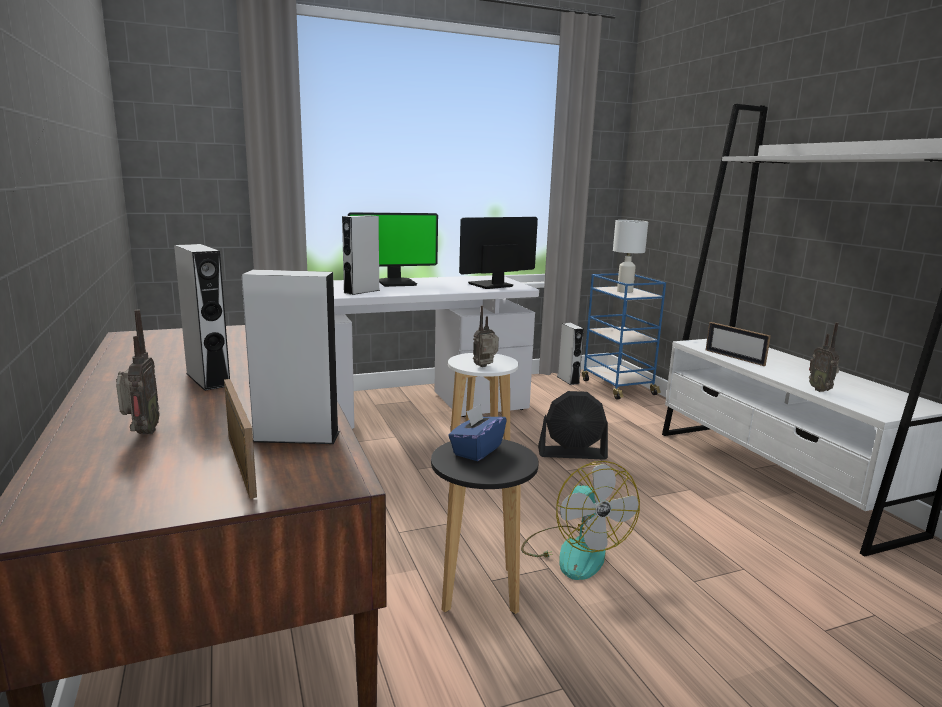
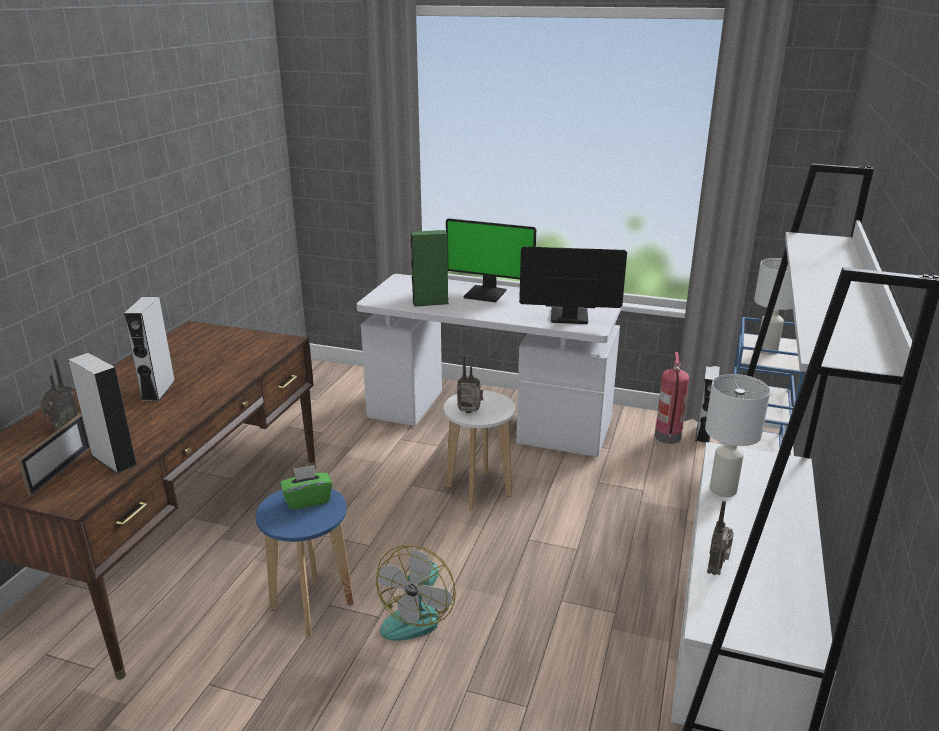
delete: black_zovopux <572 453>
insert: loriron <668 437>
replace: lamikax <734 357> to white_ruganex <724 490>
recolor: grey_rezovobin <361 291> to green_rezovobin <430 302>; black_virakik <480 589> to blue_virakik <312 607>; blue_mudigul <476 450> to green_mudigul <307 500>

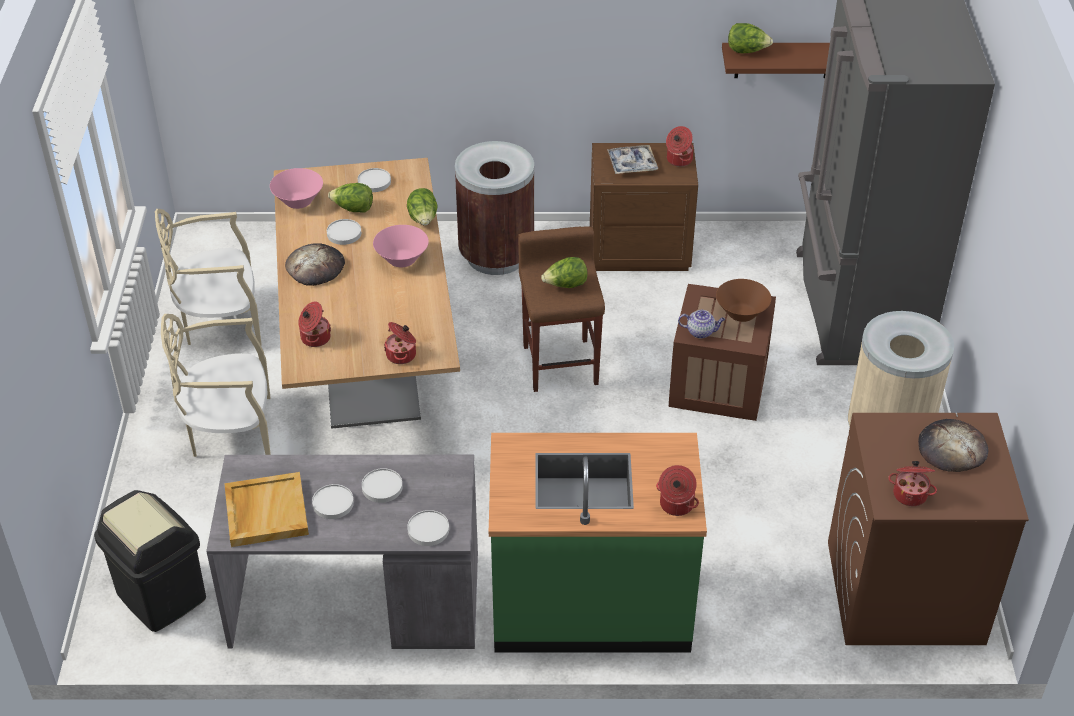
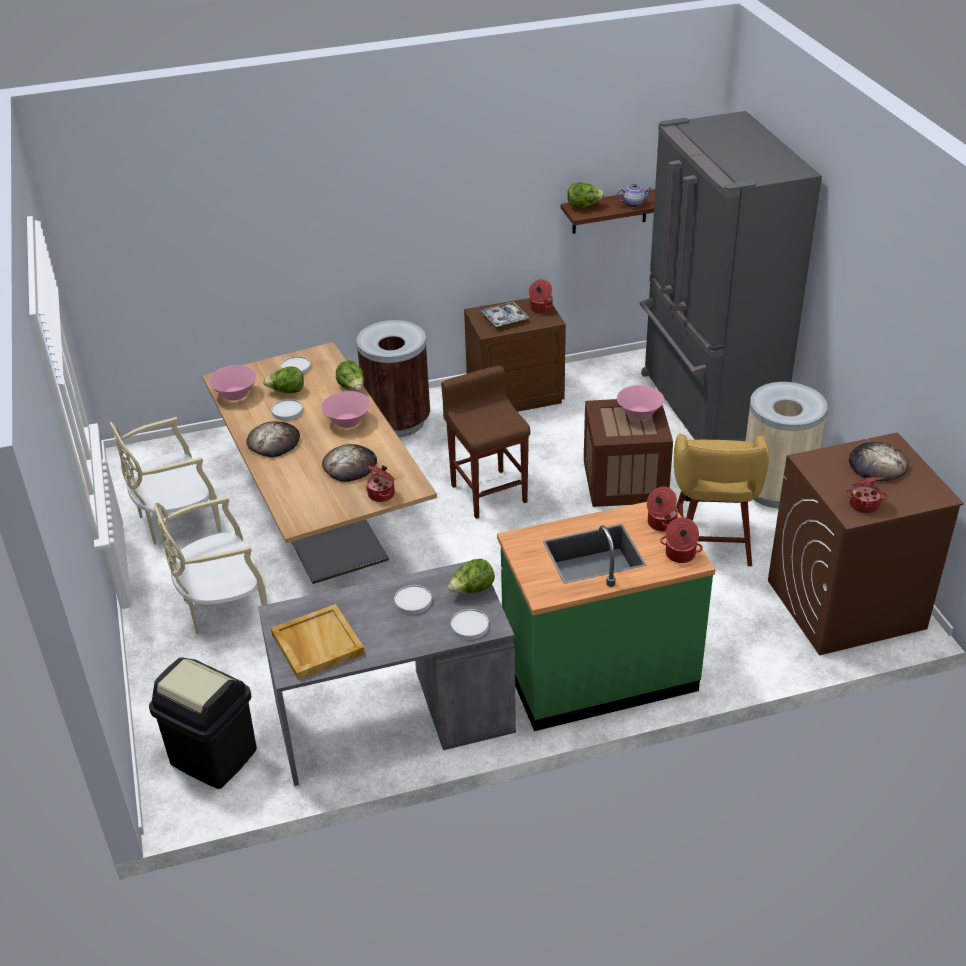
delete: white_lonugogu <333 503>
insert: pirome <350 465>; yellow_virakik <711 542>
move: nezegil <314 338> to <661 523>; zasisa <565 285> to <472 590>; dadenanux <701 332> to <634 204>
recolor: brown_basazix <741 313> to pink_basazix <639 414>

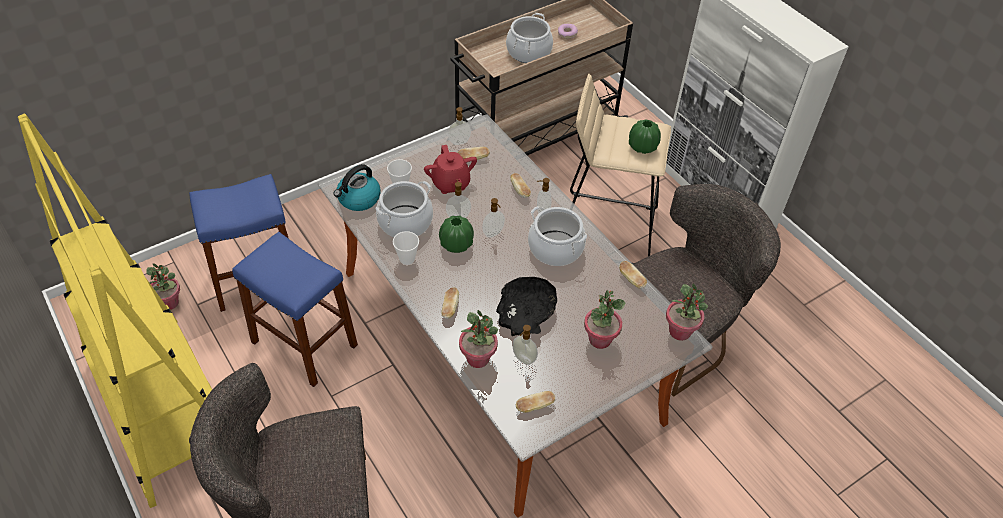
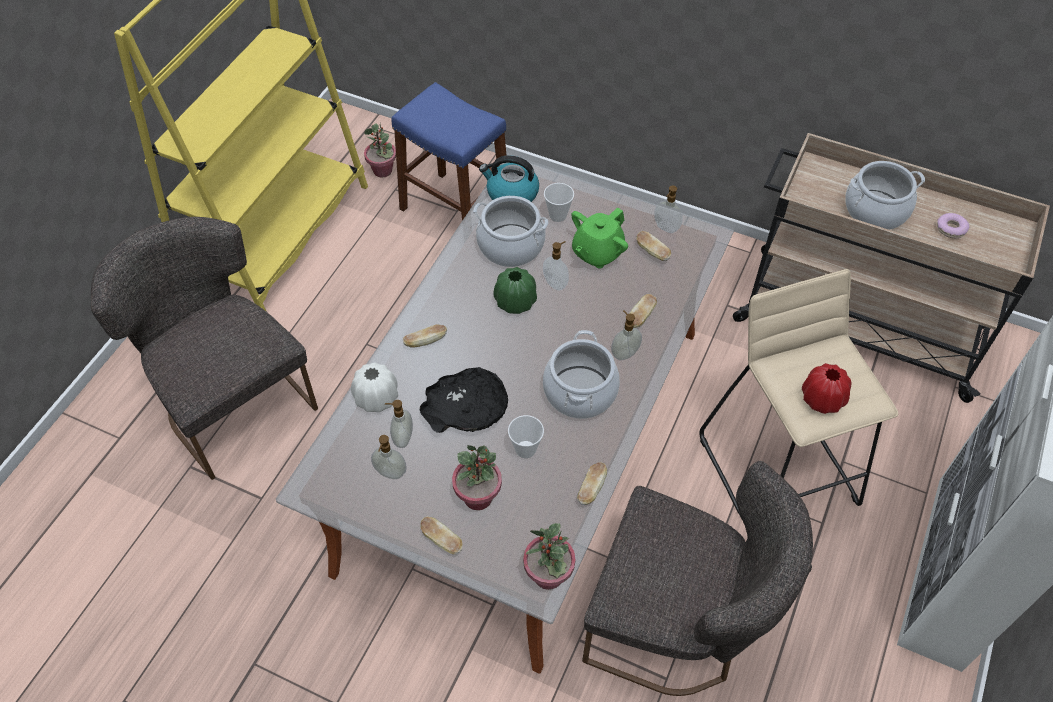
delete: blue_virakik <304 343>
move: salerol <407 259> to <525 449>; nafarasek <493 233> to <390 473>; pirome <535 406> to <442 540>
replace: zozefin <478 358> to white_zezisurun <376 398>
recolor: red_dadenanux <450 184> to green_dadenanux <597 253>; green_zezisurun <642 147> to red_zezisurun <822 399>

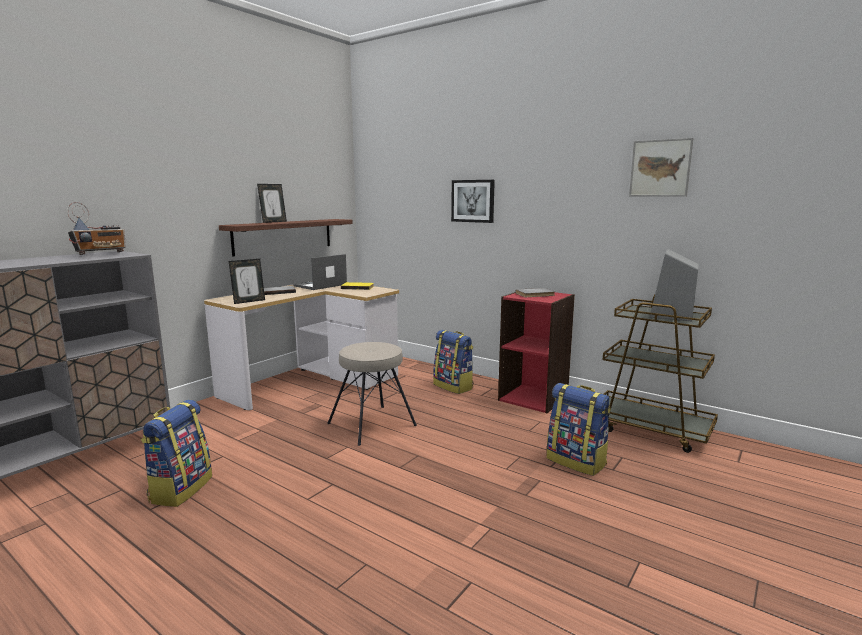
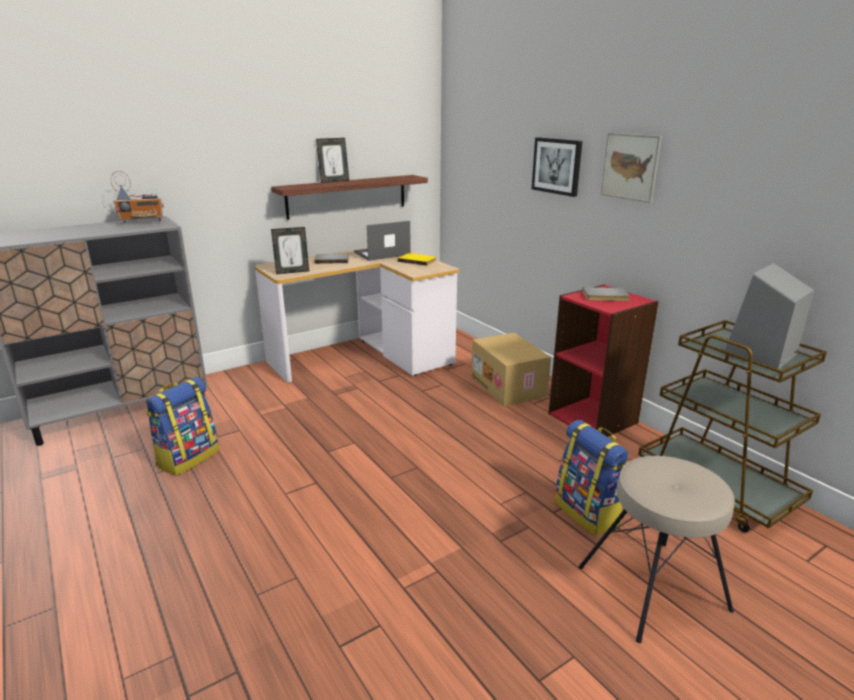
move: beige_virakik <372 424> to <653 589>; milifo <660 168> to <630 167>
replace: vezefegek <454 386> to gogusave <509 387>

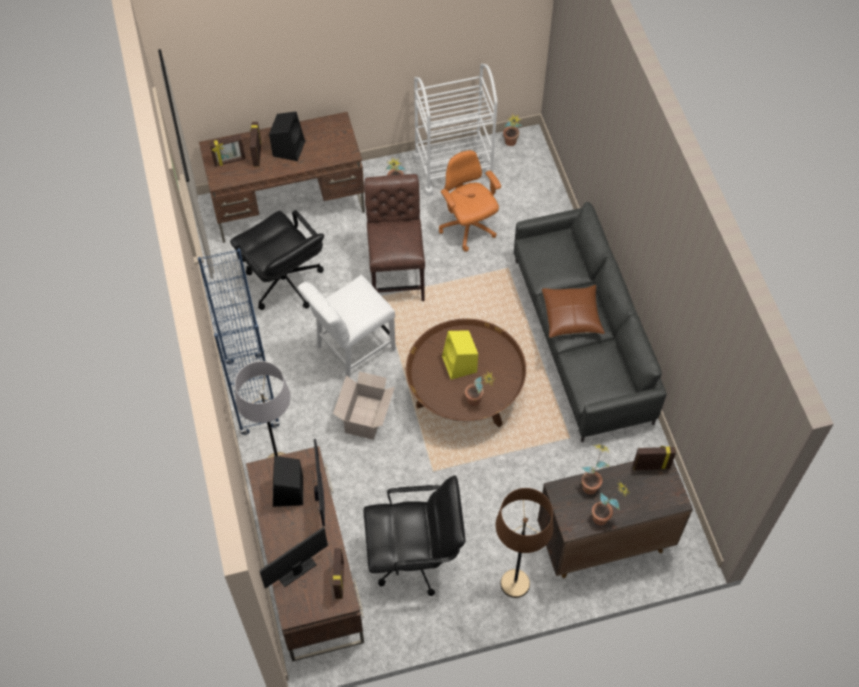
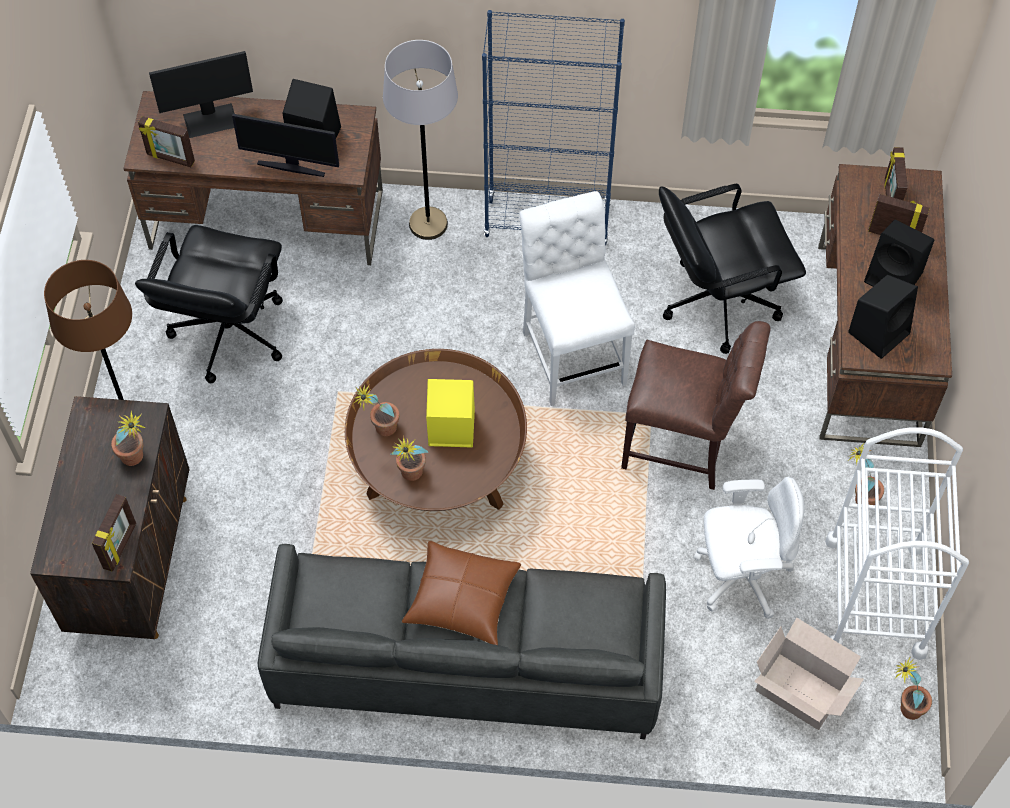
insert: black_rezovobin <879 331>
move: gogusave <366 416> to <800 693>; zozefin <605 517> to <410 477>
recolor: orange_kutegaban <468 228> to white_kutegaban <740 576>
rotate: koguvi <294 568> = <210 120> 90 degrees clockwise

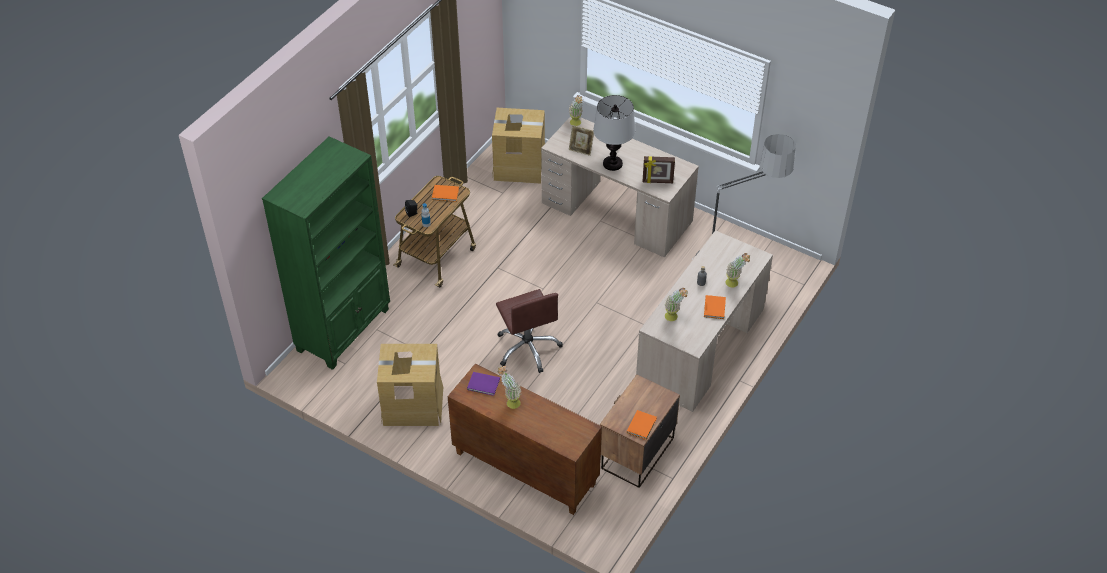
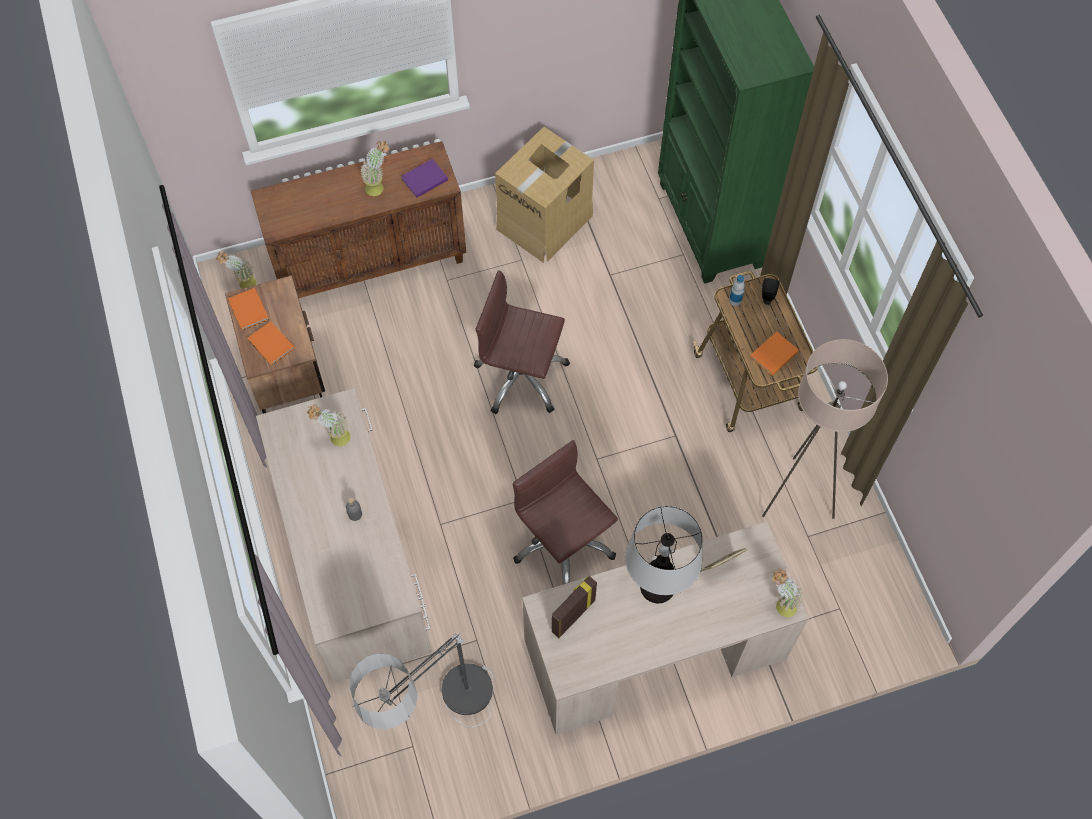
delete: gogusave <519 167>
insert: brown_kutegaban <563 544>; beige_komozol <796 496>
move: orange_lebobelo <715 307> to <271 345>; zozefin <735 283> to <243 285>

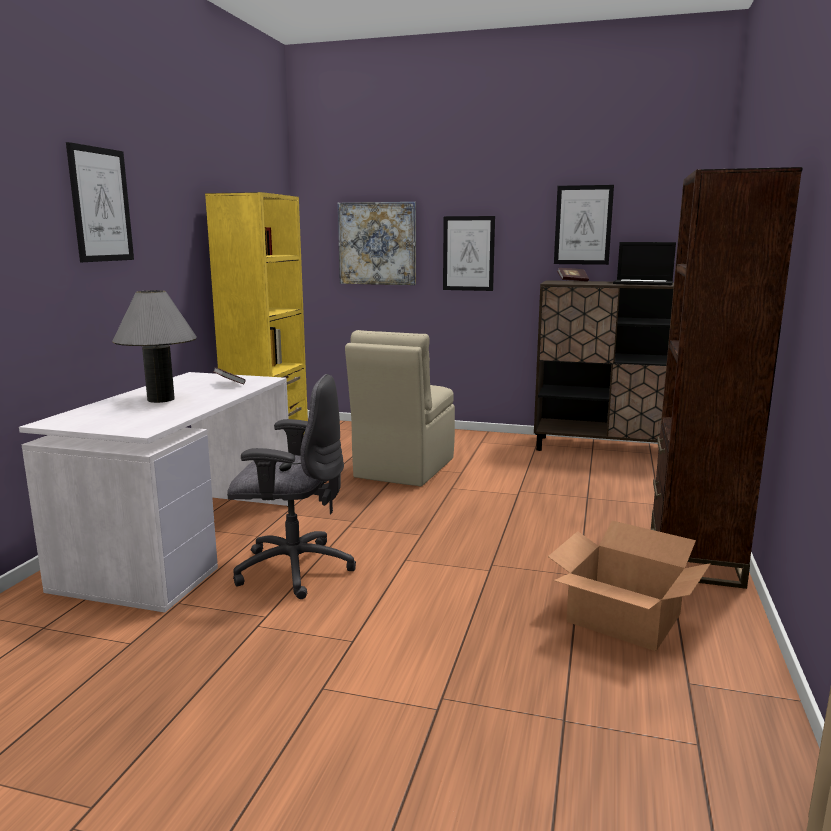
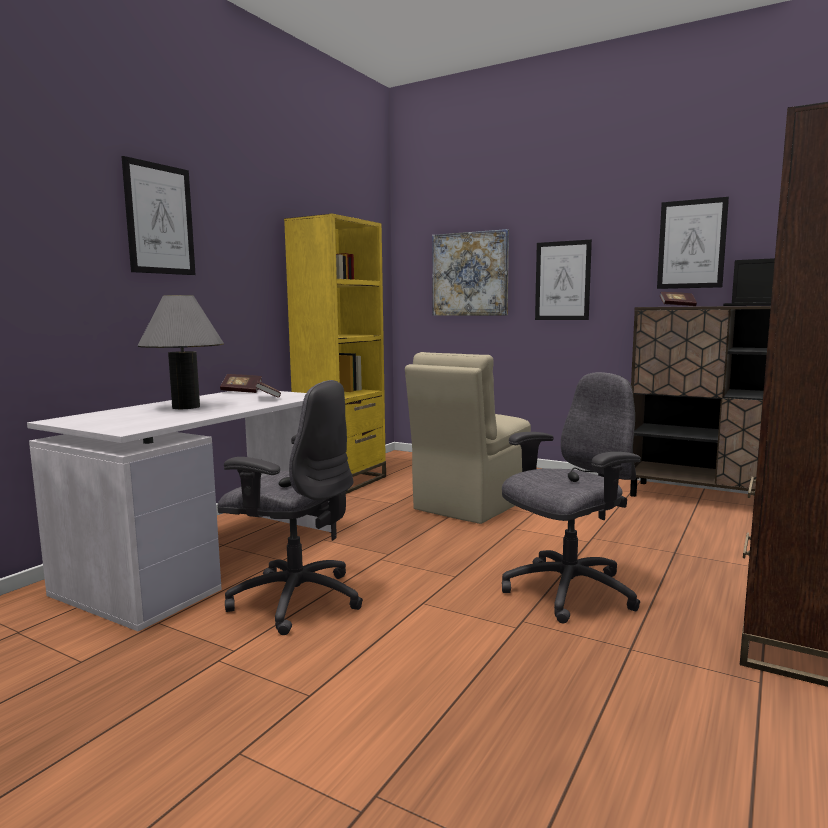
delete: gogusave <623 619>
insert: lebobelo <241 391>; grey_kutegaban <567 592>

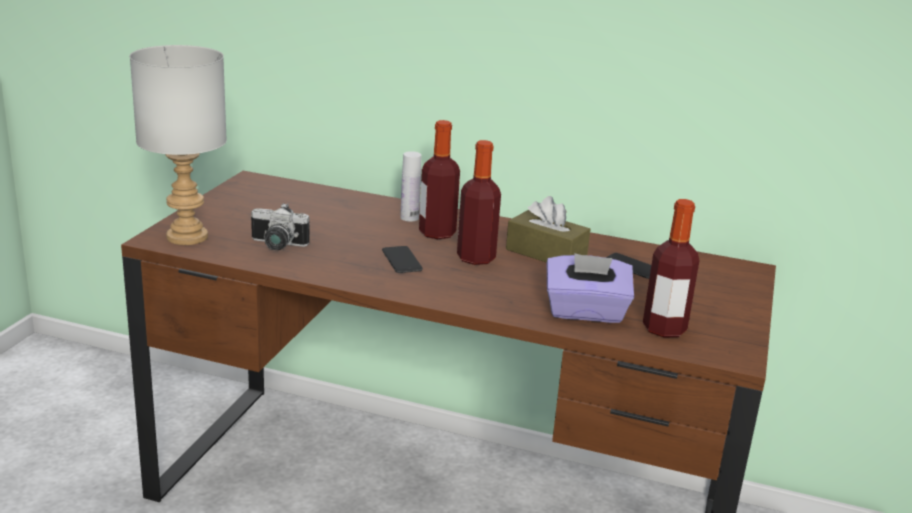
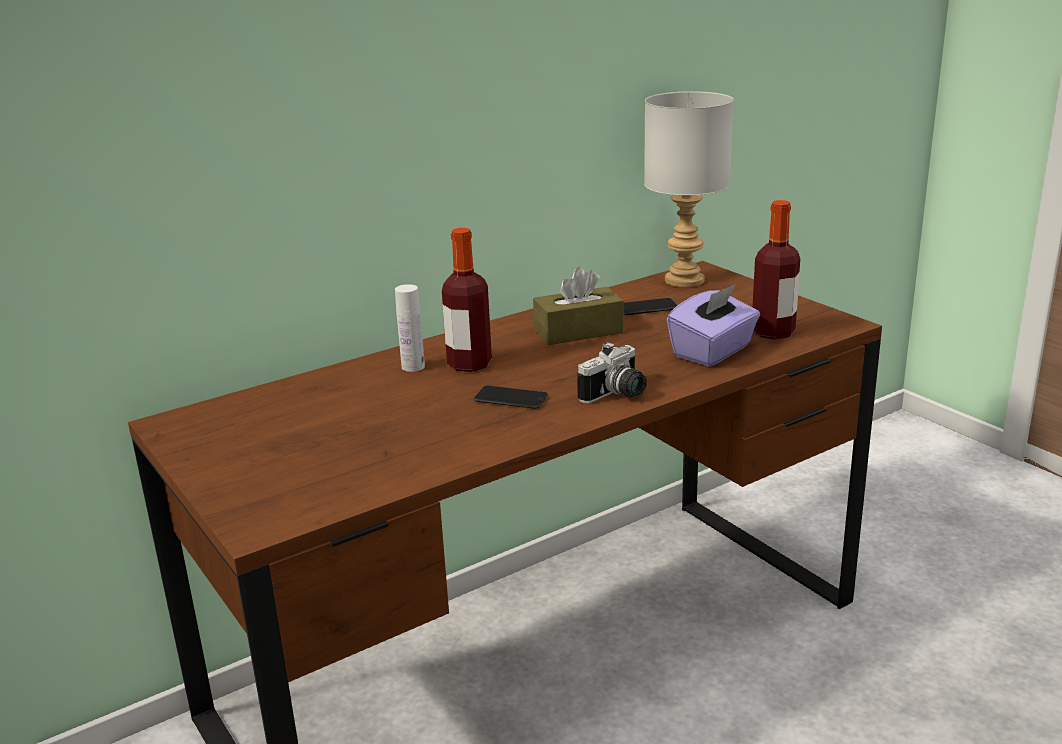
delete: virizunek <476 258>
move: grey_ruganex <189 237> to <685 280>; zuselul <276 245> to <617 395>

